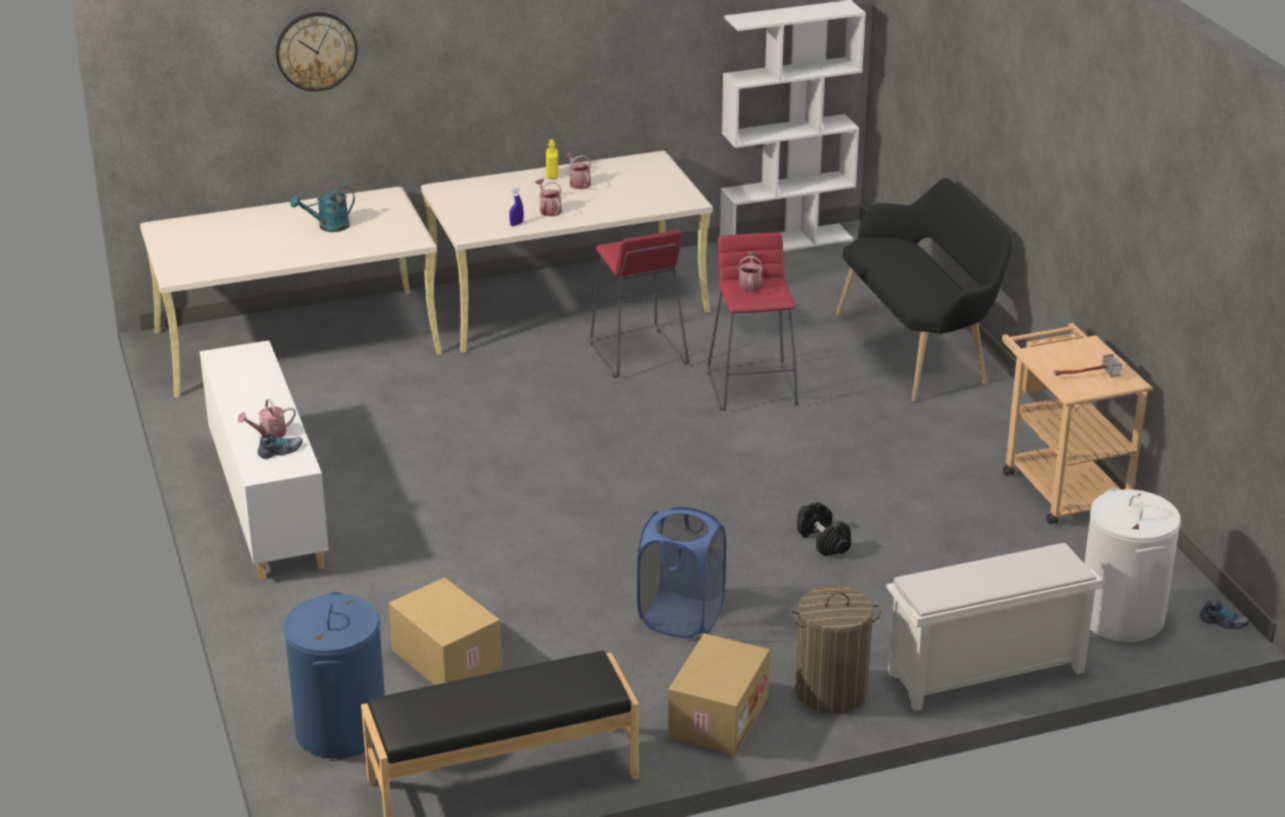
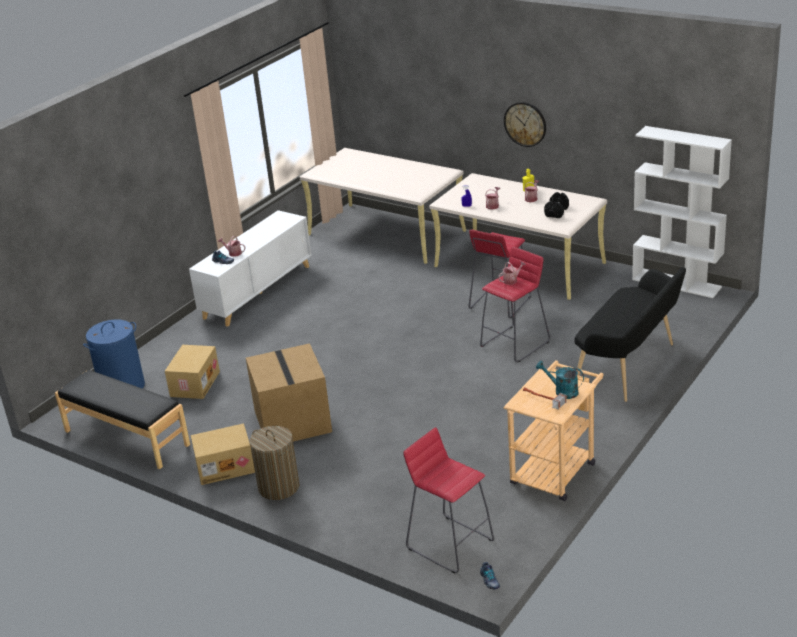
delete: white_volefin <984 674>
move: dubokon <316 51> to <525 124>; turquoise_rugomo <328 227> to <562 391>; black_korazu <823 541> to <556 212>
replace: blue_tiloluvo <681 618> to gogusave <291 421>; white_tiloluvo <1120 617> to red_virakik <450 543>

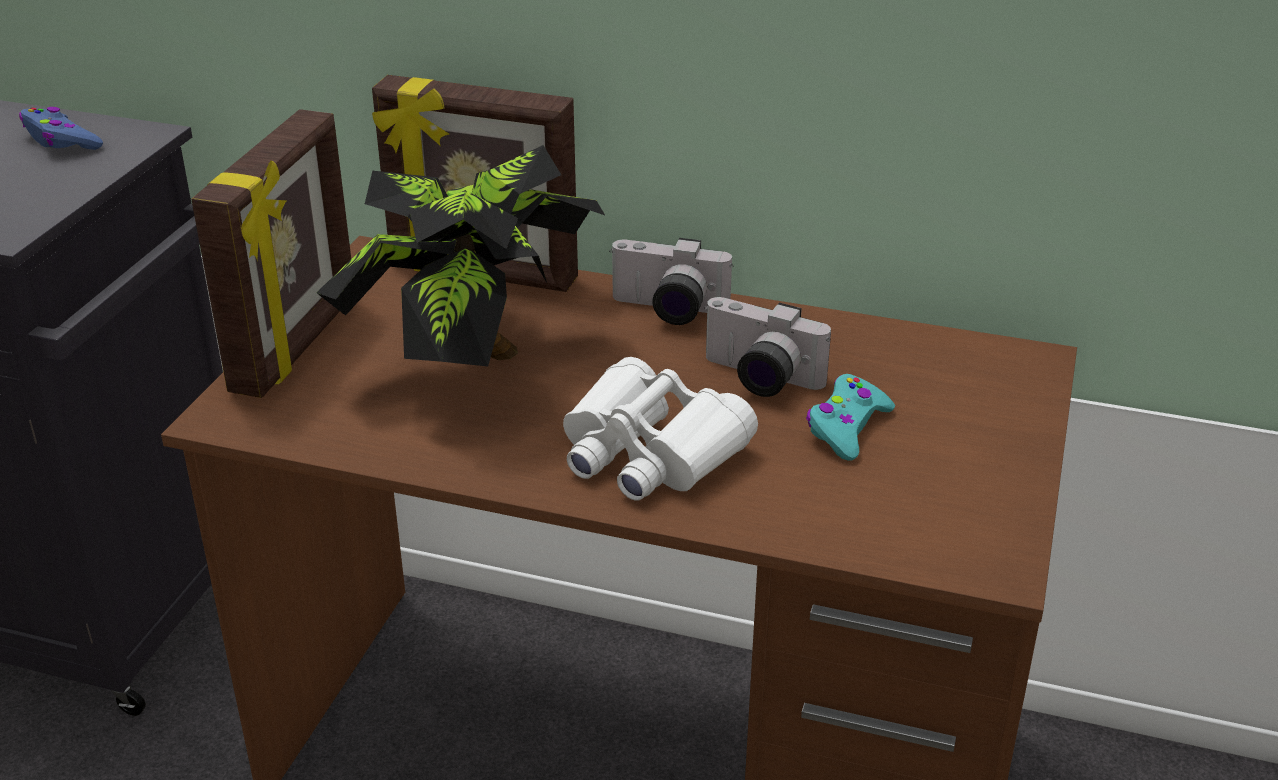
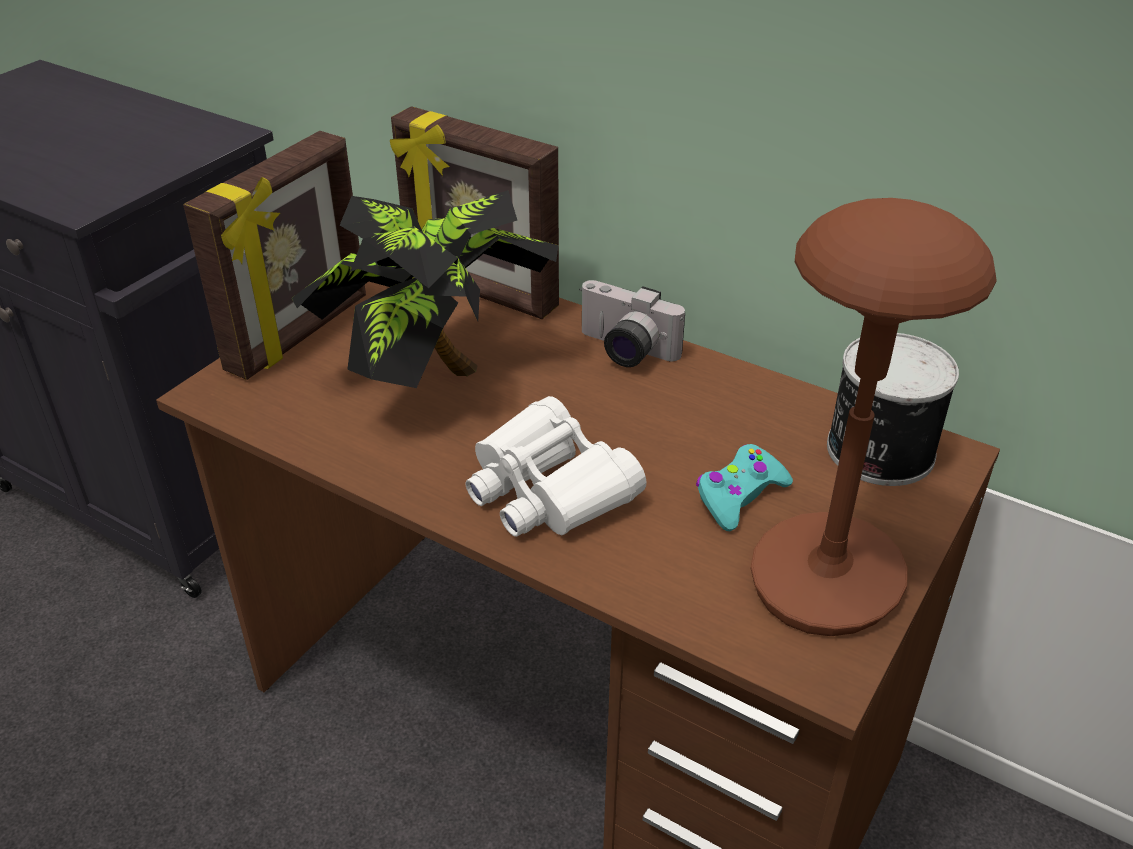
delete: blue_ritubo <61 141>; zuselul <757 379>
insert: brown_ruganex <827 579>; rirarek <877 451>

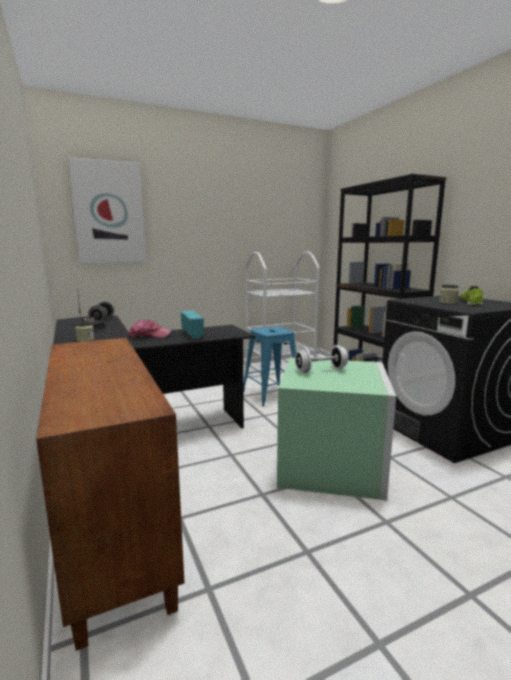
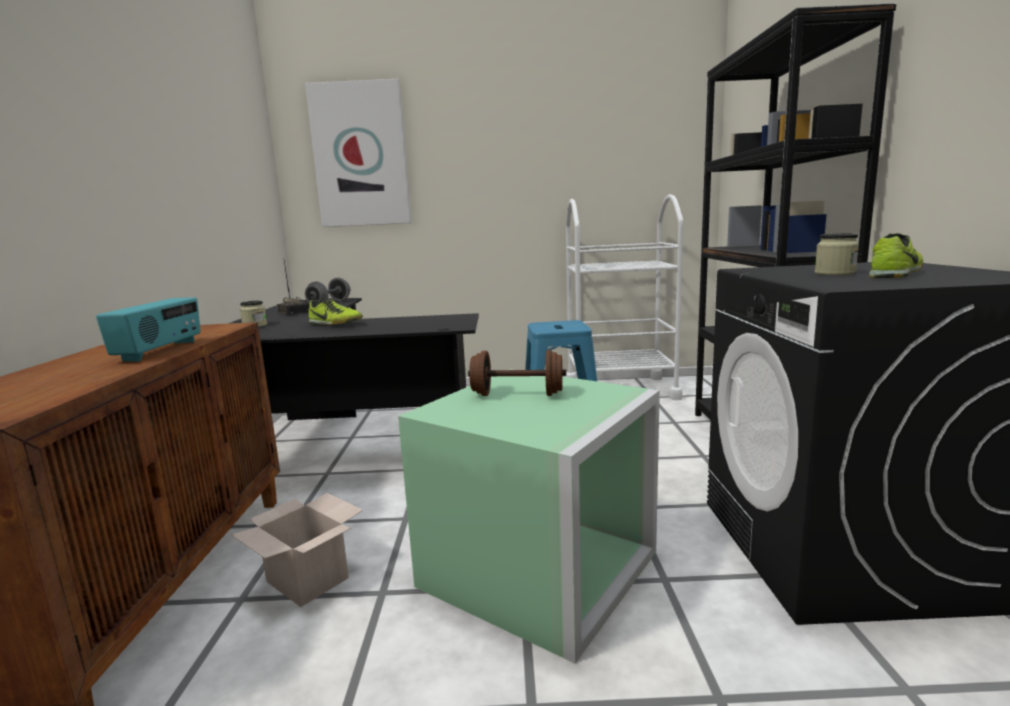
insert: gogusave <309 580>
move: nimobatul <192 334> to <161 351>
replace: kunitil <149 336> to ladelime <335 324>
recolor: white_korazu <320 370> to brown_korazu <517 394>

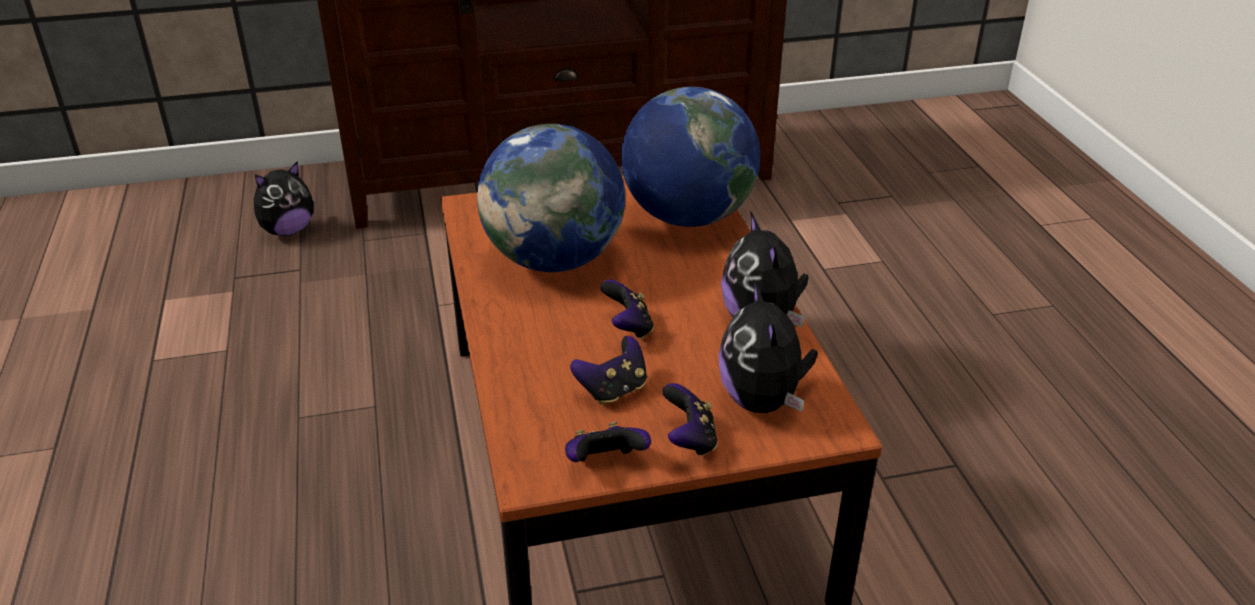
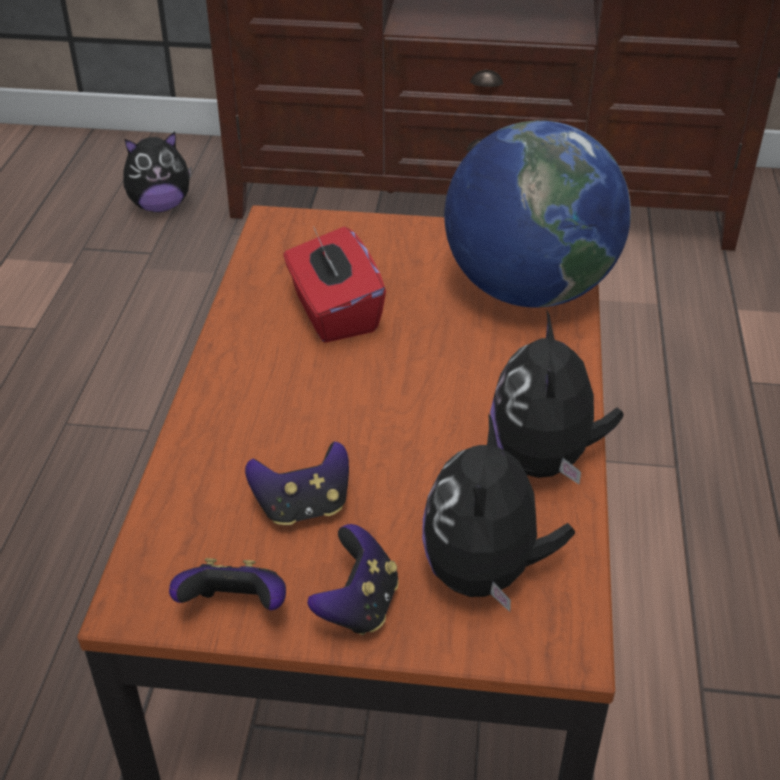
delete: ritubo <628 328>
replace: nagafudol <554 260> to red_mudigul <334 313>

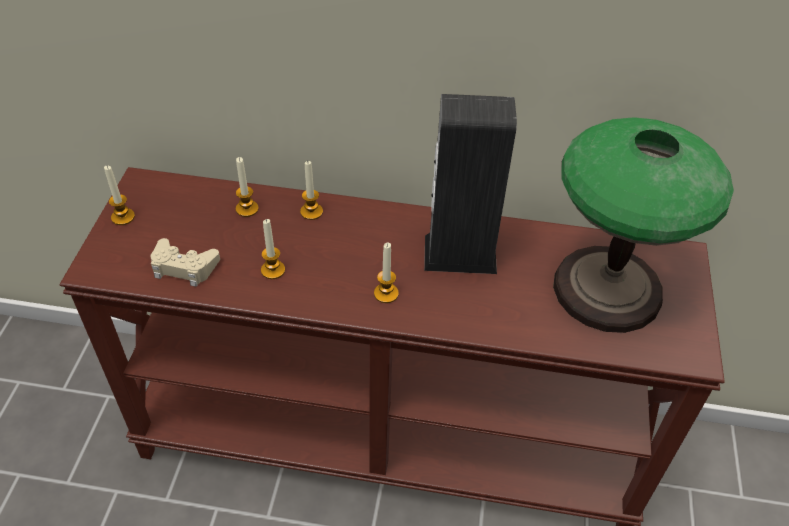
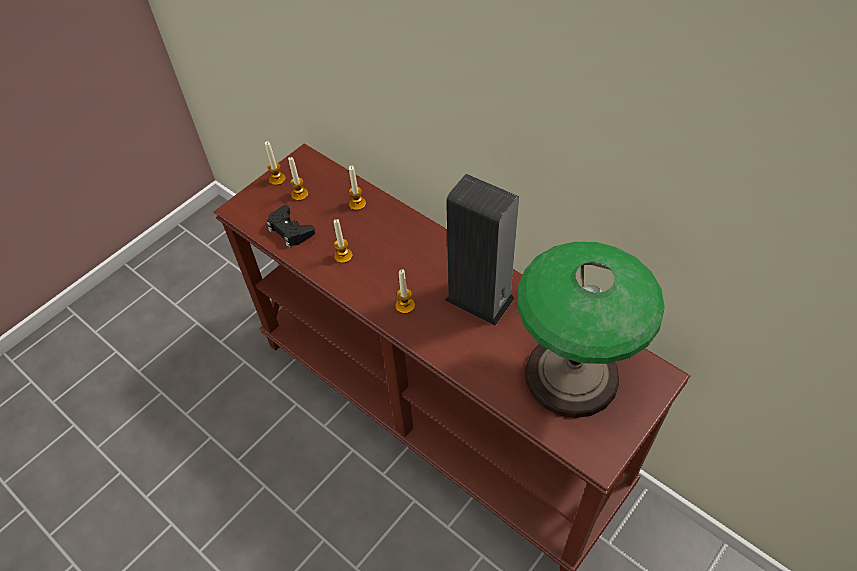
move: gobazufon <311 212> to <299 194>
recolor: beige_ritubo <184 267> to black_ritubo <290 230>

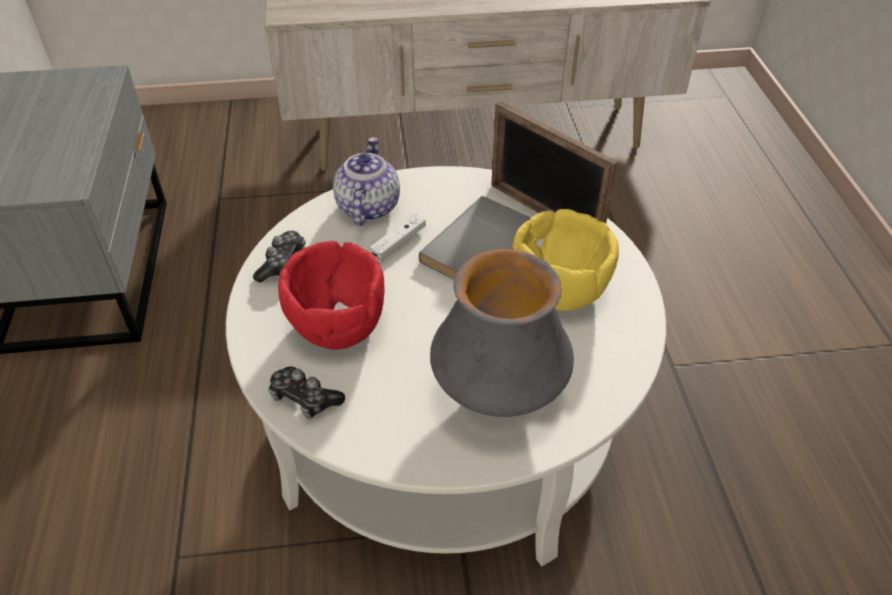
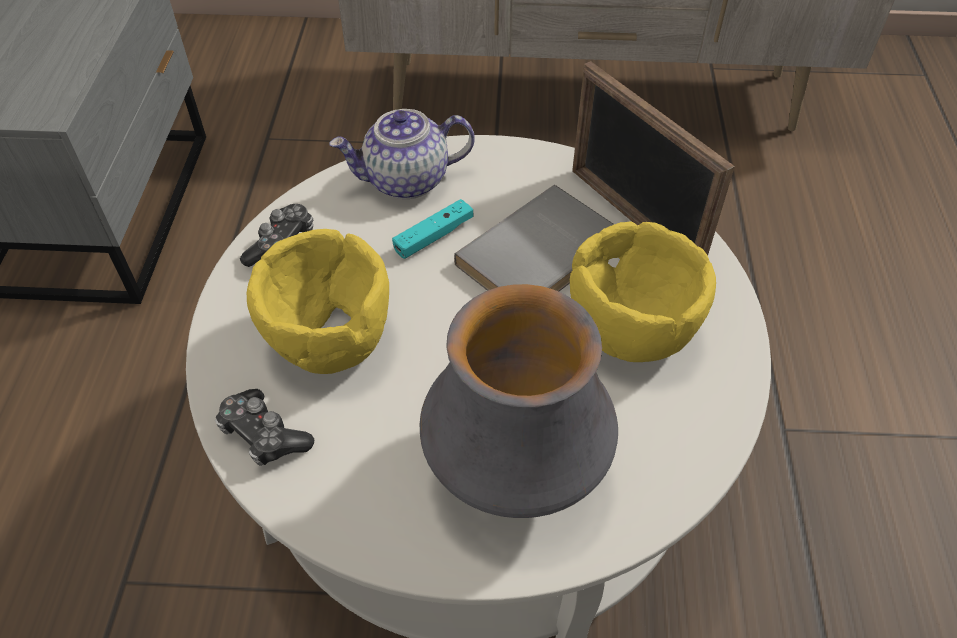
recolor: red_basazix <337 324> to yellow_basazix <329 337>; white_ritubo <398 243> to turquoise_ritubo <434 236>
rotate: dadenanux <367 207> = <406 181> 120 degrees counterclockwise

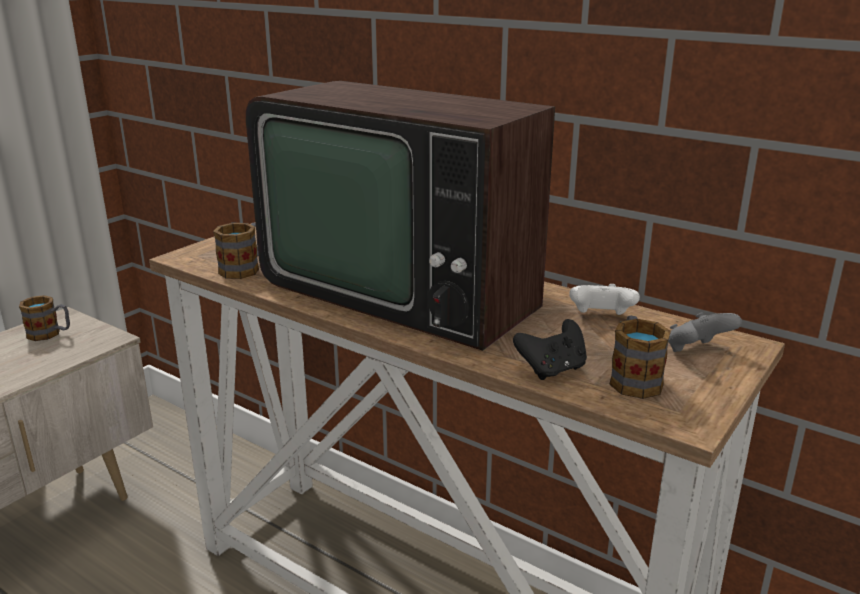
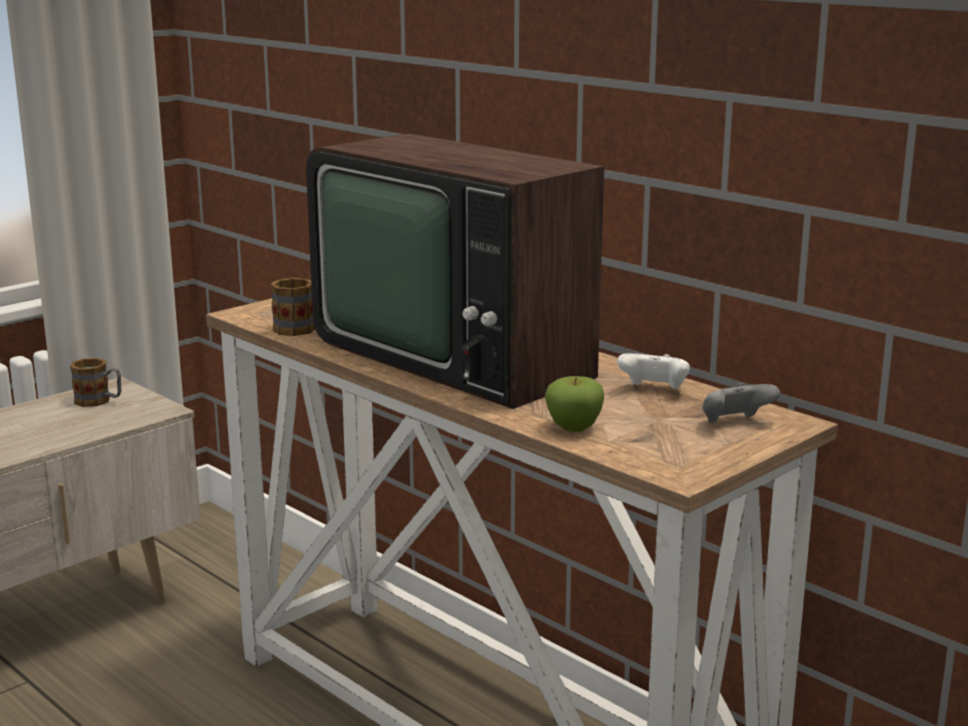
delete: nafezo <633 378>
replace: black_ritubo <552 370> to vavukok <574 428>

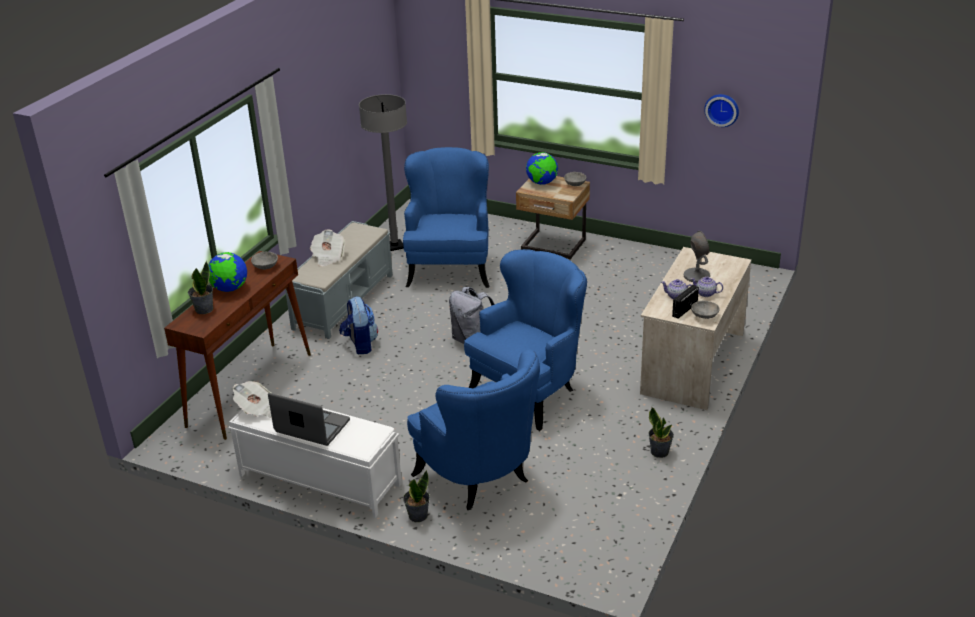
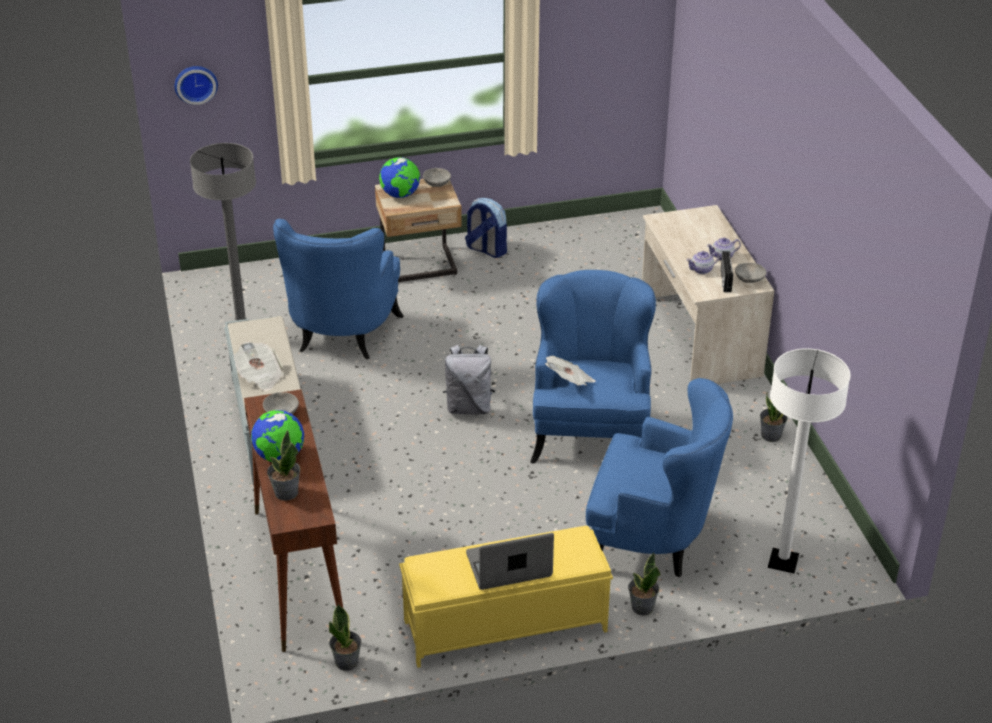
delete: grey_ruganex <696 275>
insert: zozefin <347 662>; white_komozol <783 562>
move: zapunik <258 410> to <570 382>; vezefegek <360 344> to <486 249>; dubokon <722 109> to <195 83>
recolor: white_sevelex <319 479> to yellow_sevelex <503 626>
rotate: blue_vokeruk <450 268> = <342 336> 135 degrees counterclockwise

